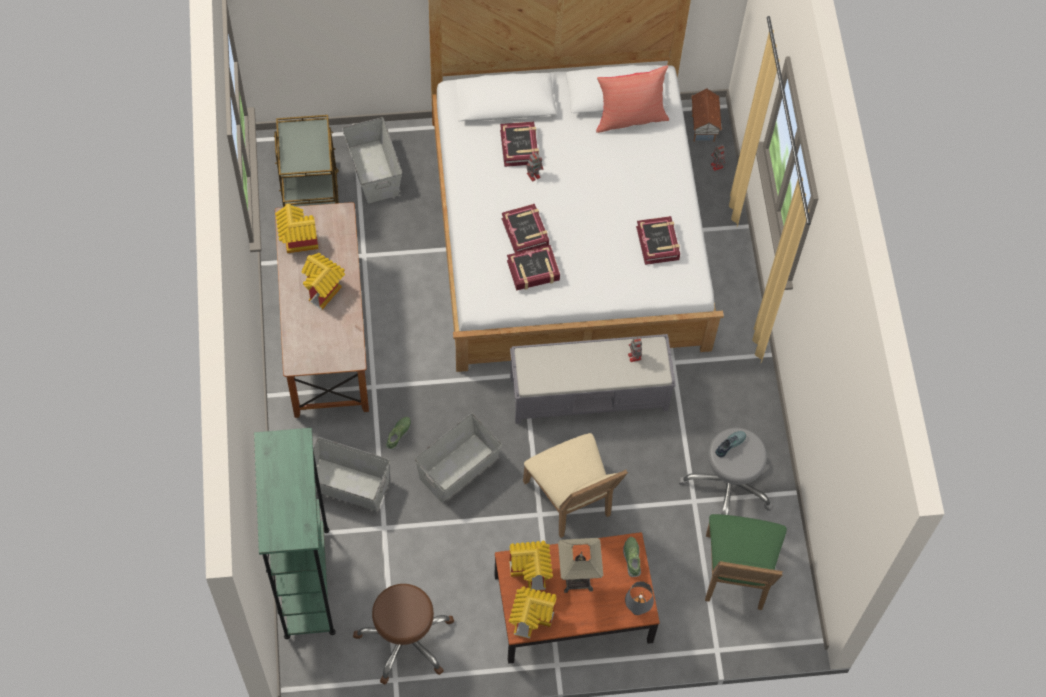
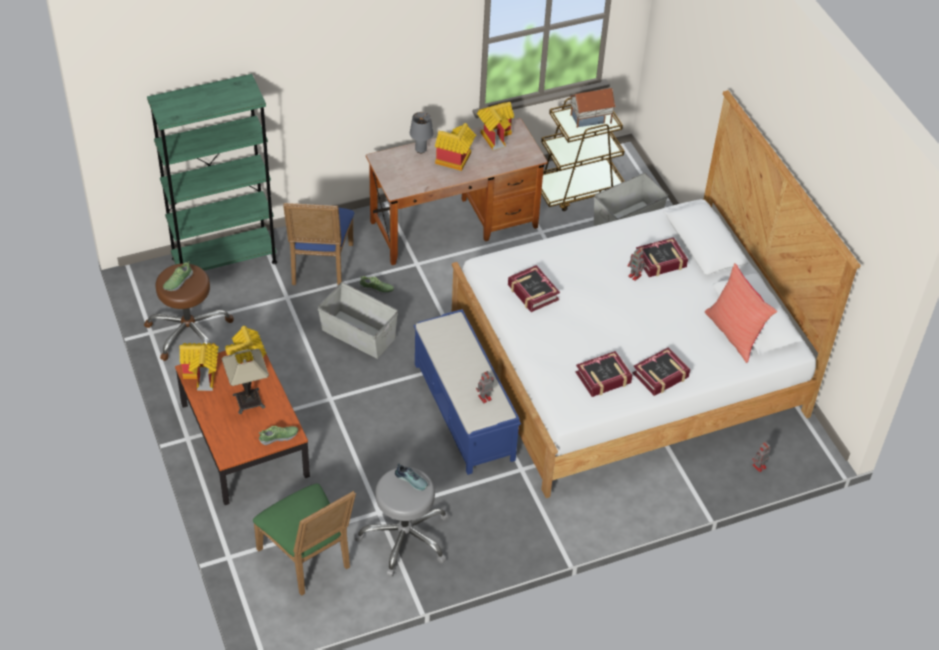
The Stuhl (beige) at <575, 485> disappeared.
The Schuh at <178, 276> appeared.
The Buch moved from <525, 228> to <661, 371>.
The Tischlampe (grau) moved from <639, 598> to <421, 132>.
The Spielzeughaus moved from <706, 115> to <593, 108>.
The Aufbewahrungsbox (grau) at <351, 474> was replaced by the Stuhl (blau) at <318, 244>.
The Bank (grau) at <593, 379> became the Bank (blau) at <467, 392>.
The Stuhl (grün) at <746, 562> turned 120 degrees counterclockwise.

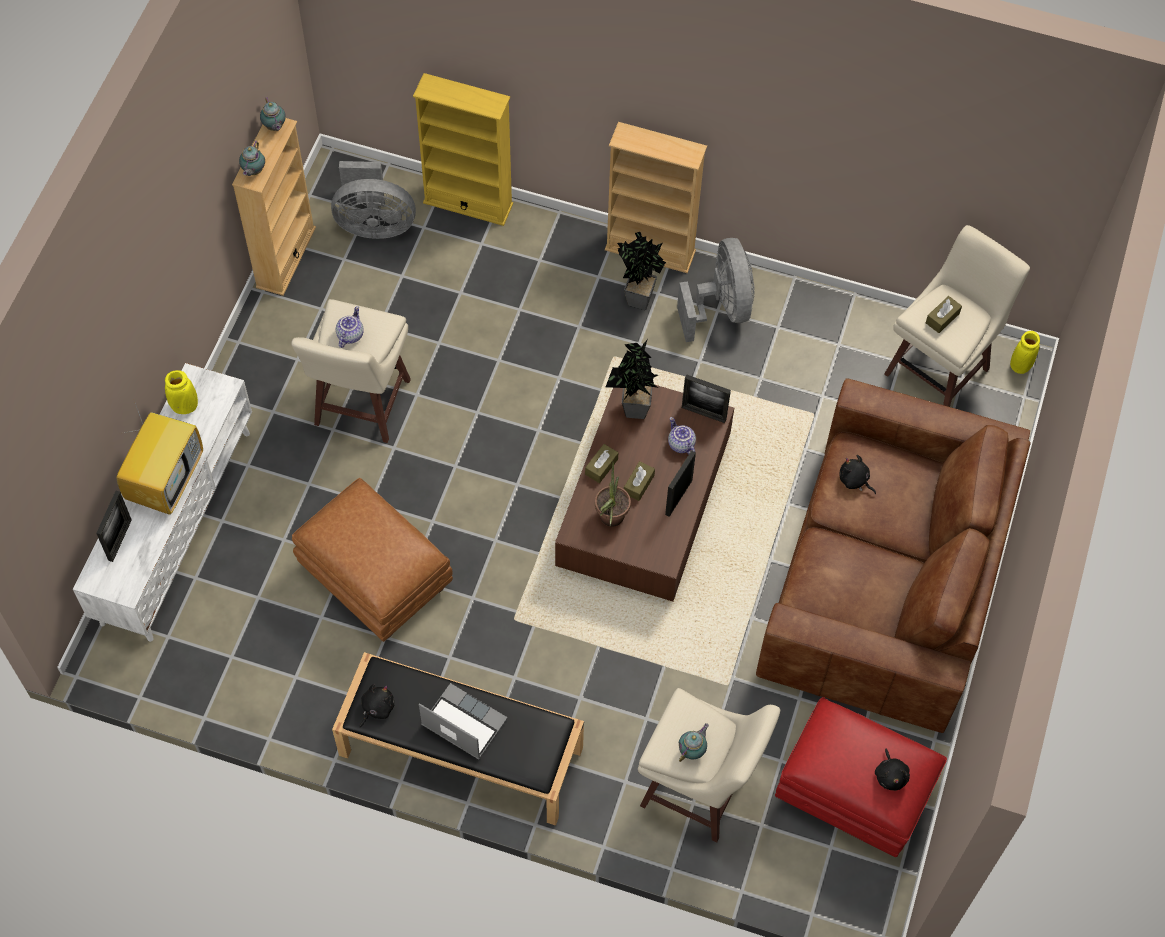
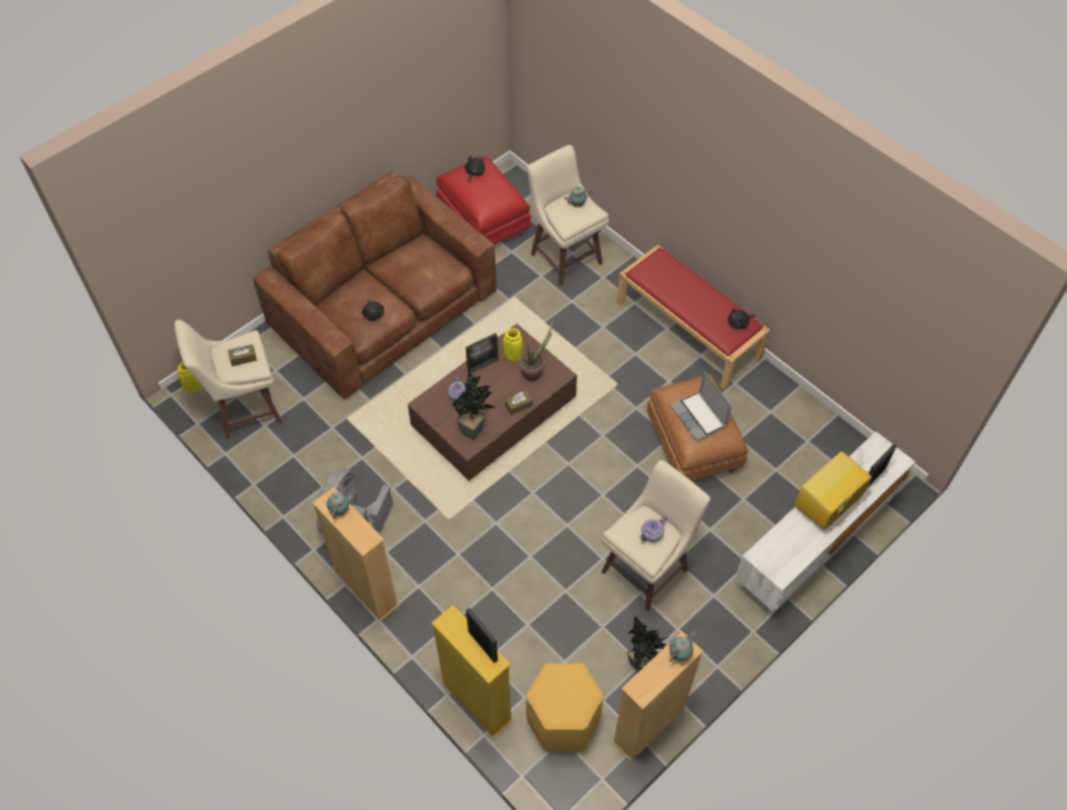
The Taschentuchbox (braun) at <639, 481> disappeared.
The Vase (gelb) moved from <181, 392> to <512, 345>.
The Teekanne moved from <273, 114> to <338, 502>.
The Laptop moved from <463, 721> to <701, 406>.
The Topfpflanze moved from <641, 271> to <648, 643>.
The Bilderrahmen moved from <706, 399> to <482, 635>.
The Ventilator (grau) at <373, 200> was replaced by the Hocker (gelb) at <565, 707>.
The Bank (schwarz) at <458, 739> became the Bank (rot) at <693, 317>.

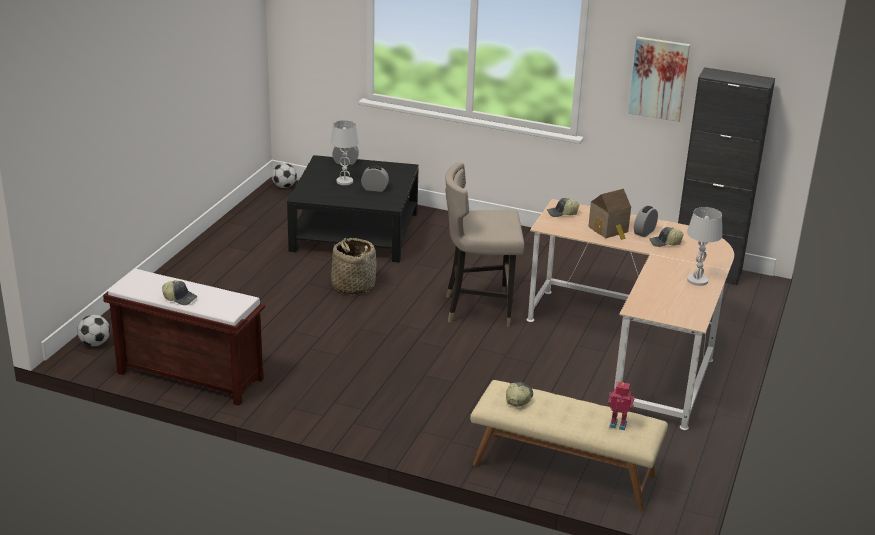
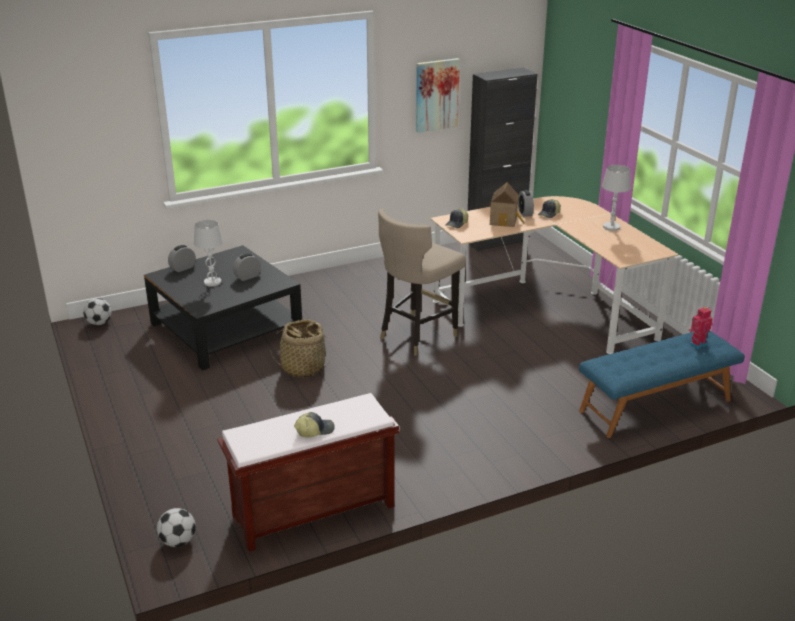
The Kappe at <519, 394> disappeared.
The Bank (beige) at <569, 445> became the Bank (blau) at <662, 384>.

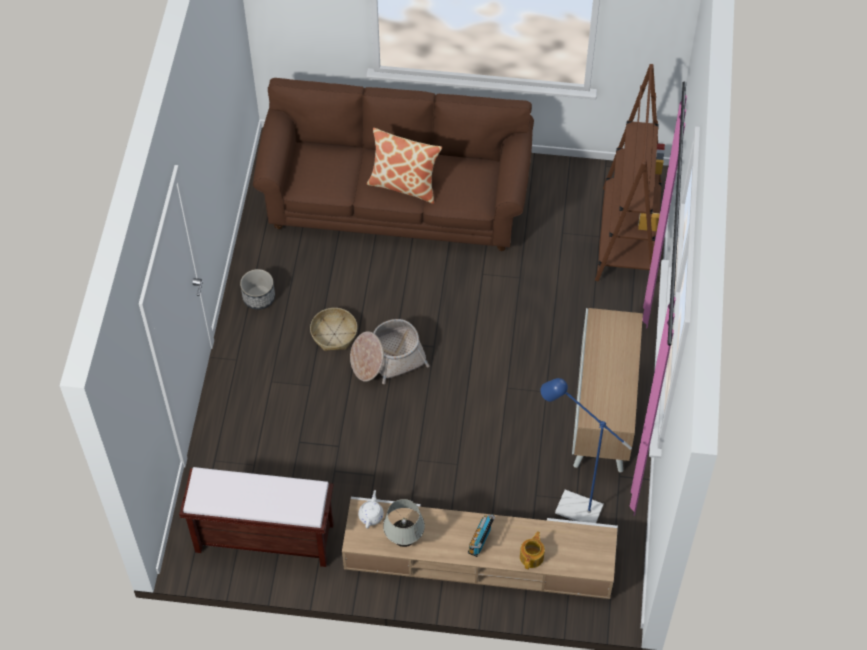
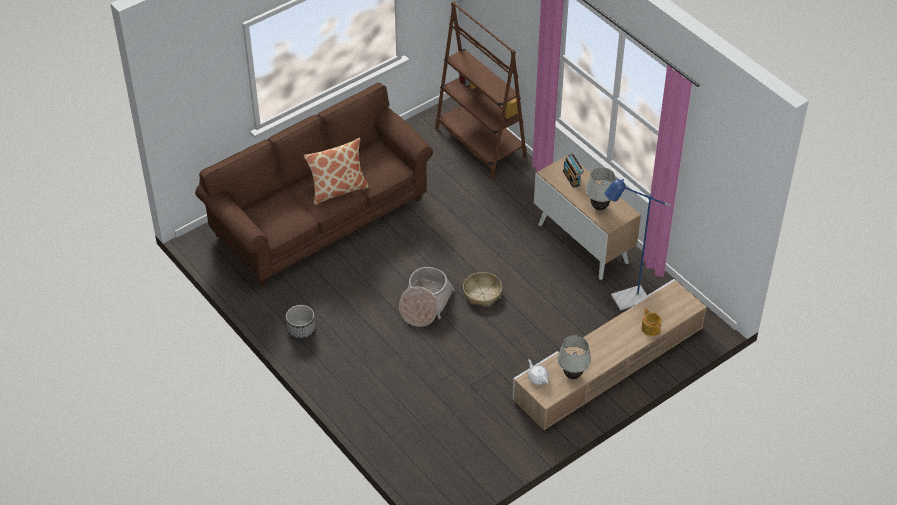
The Bank (braun) at <256, 517> disappeared.
The Tischlampe (weiß) at <600, 188> appeared.
The Korb moved from <333, 329> to <482, 289>.
The Radio moved from <481, 536> to <573, 170>.

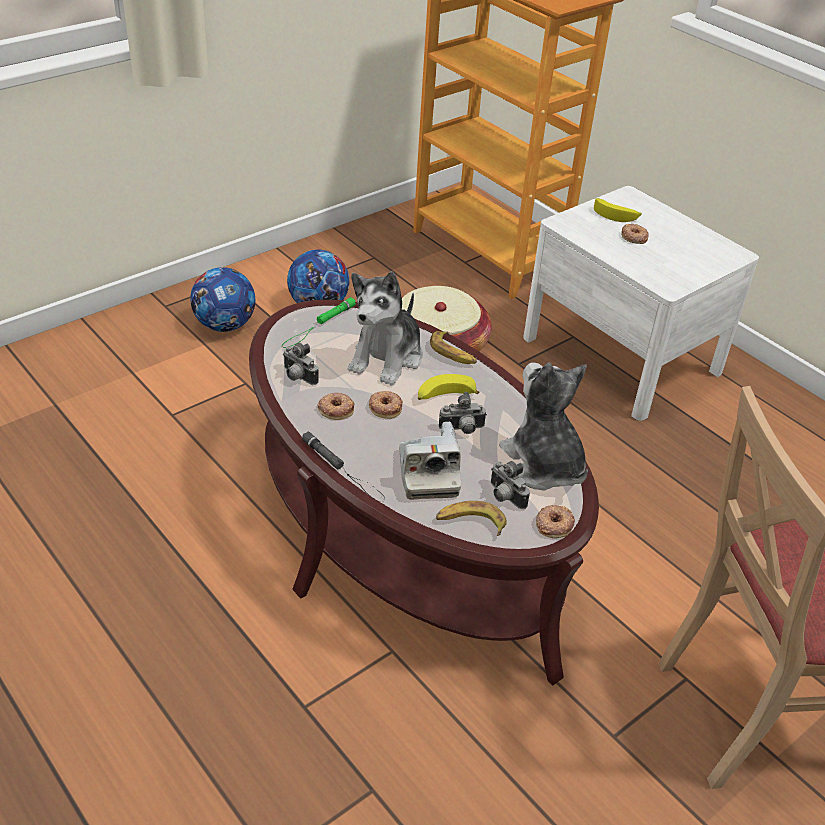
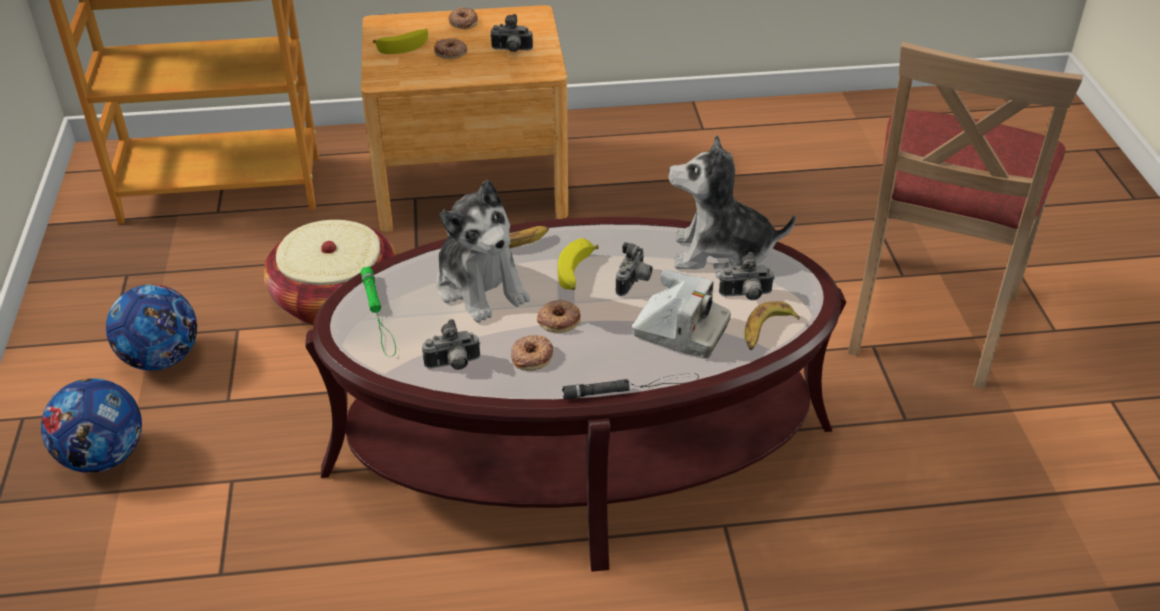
The Kamera at <511, 33> appeared.
The Donut moved from <555, 522> to <463, 18>.
The Nachttisch (weiß) at <641, 303> became the Nachttisch (braun) at <464, 118>.

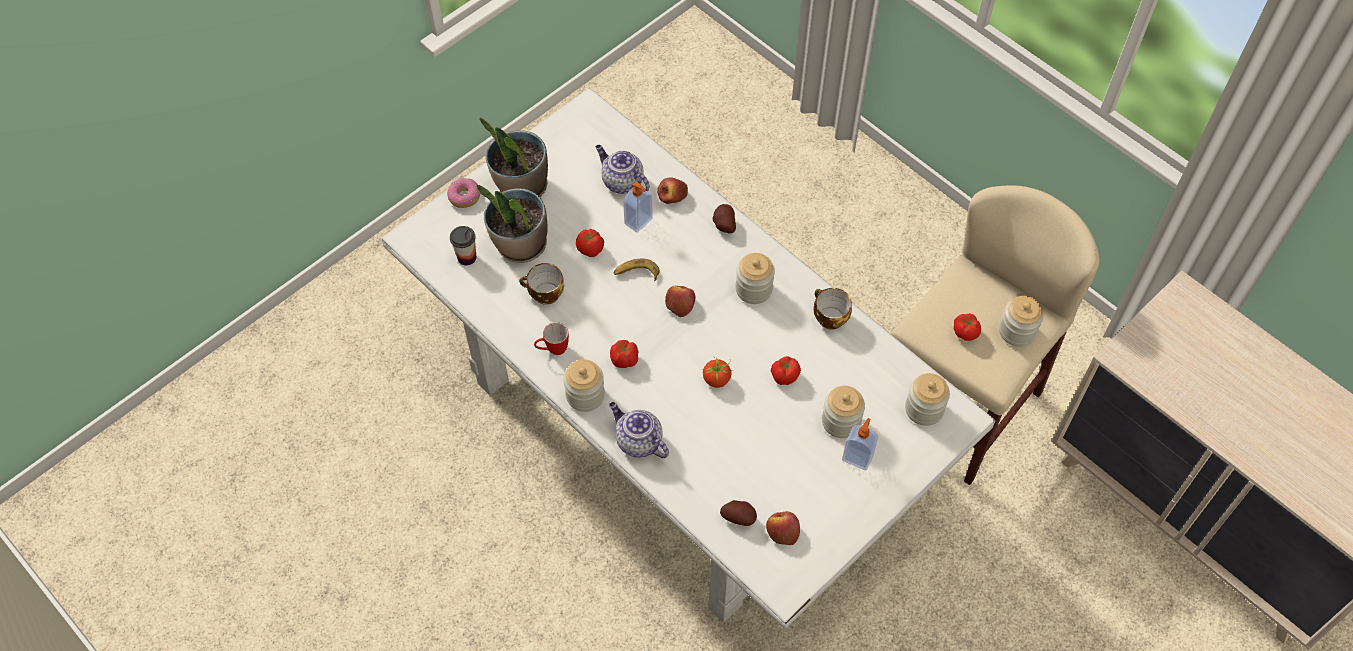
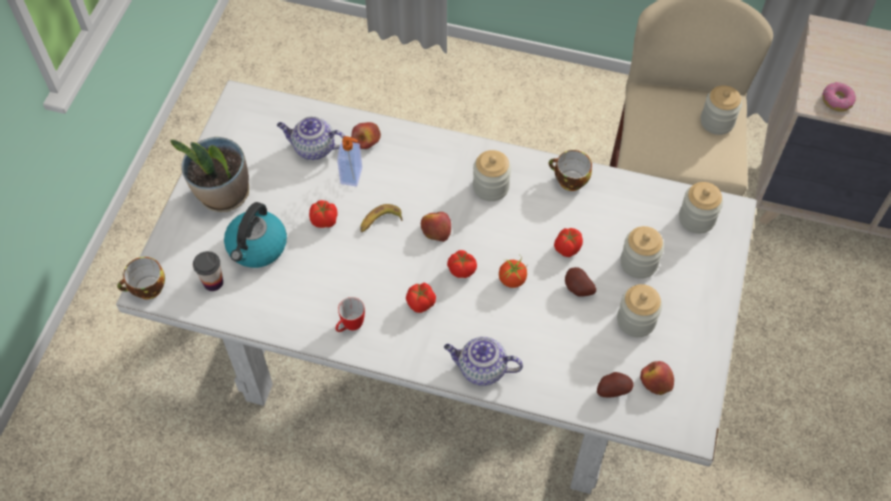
The Seifenspender at <860, 444> disappeared.
The Donut moved from <463, 193> to <839, 97>.
The Tasse moved from <541, 284> to <141, 278>.
The Vorratsglas moved from <584, 385> to <639, 310>.
The Kartoffel moved from <724, 218> to <580, 282>.
The Tomate moved from <967, 327> to <462, 264>.
The Topfpflanze at <512, 224> was replaced by the Wasserkessel at <255, 235>.

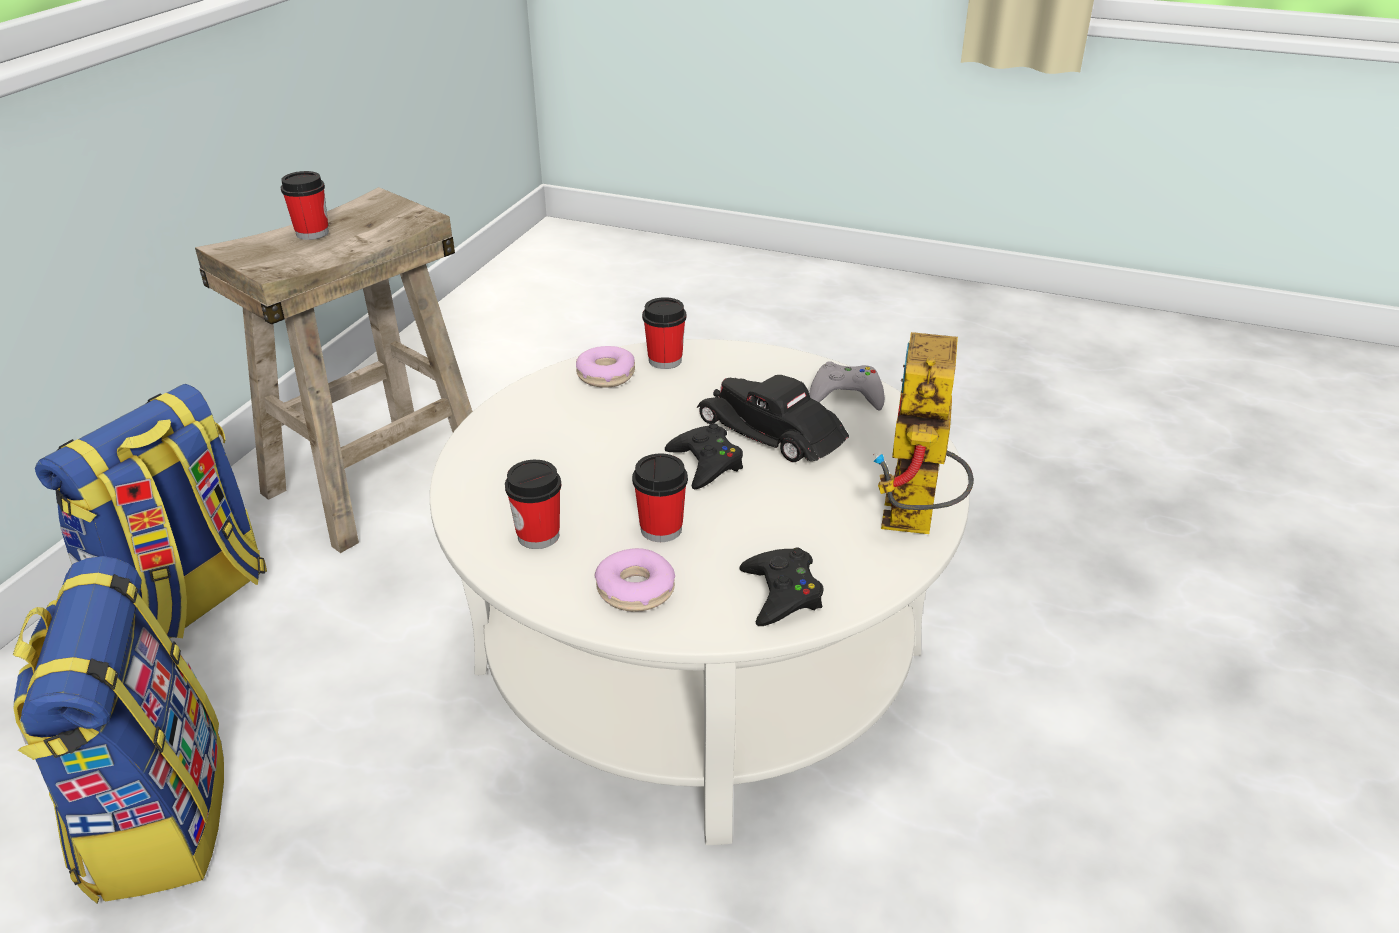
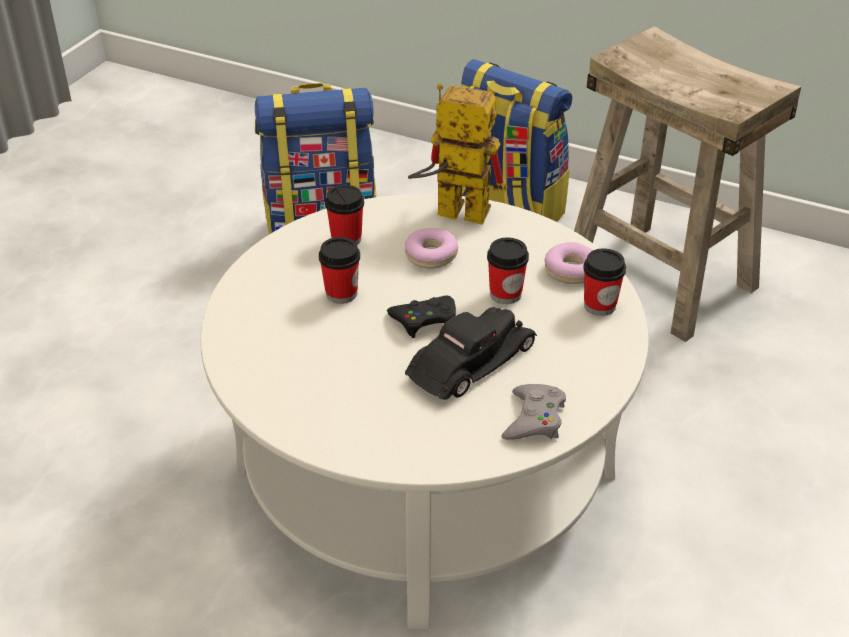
The Gamepad (schwarz) at <781, 587> disappeared.
The Tasse moved from <305, 205> to <508, 270>.
The Donut moved from <635, 580> to <431, 248>.
The Spielzeugroboter moved from <923, 433> to <457, 154>.

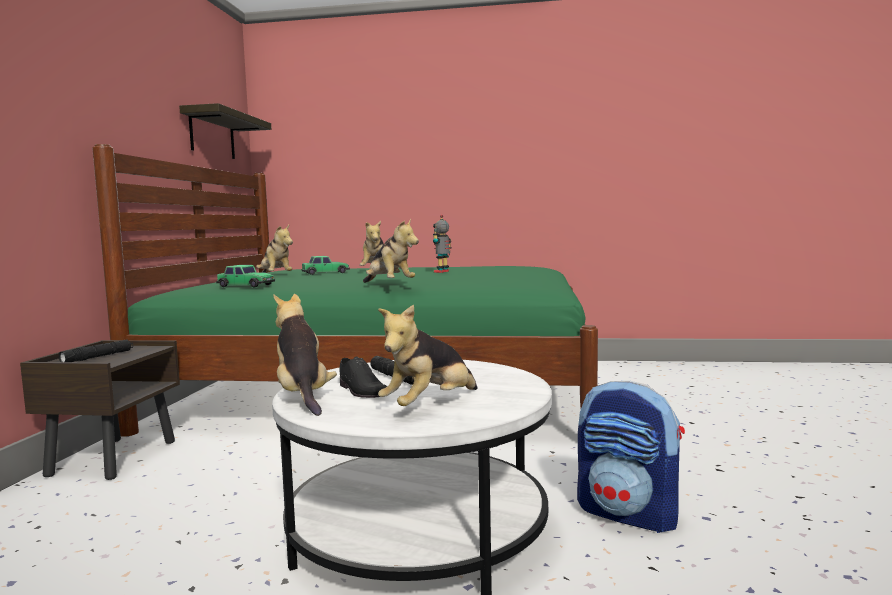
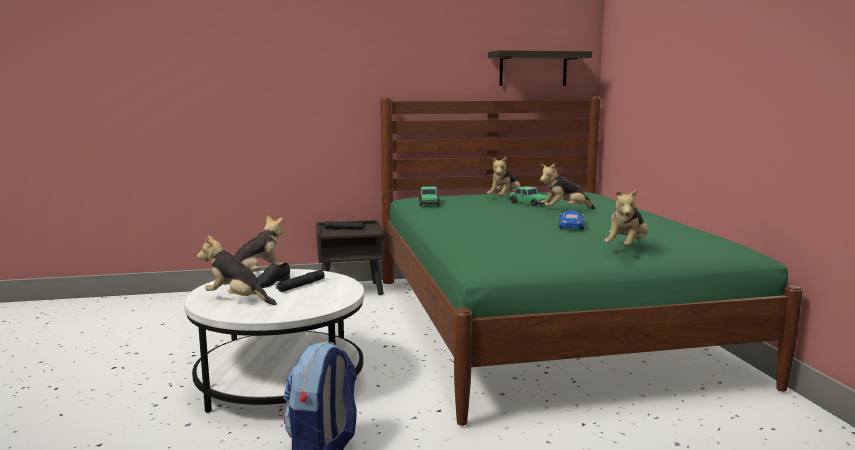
The Plüschtier moved from <391, 251> to <626, 218>.
The Spielzeugroboter at <442, 244> was replaced by the Spielzeugauto (blau) at <571, 220>.

